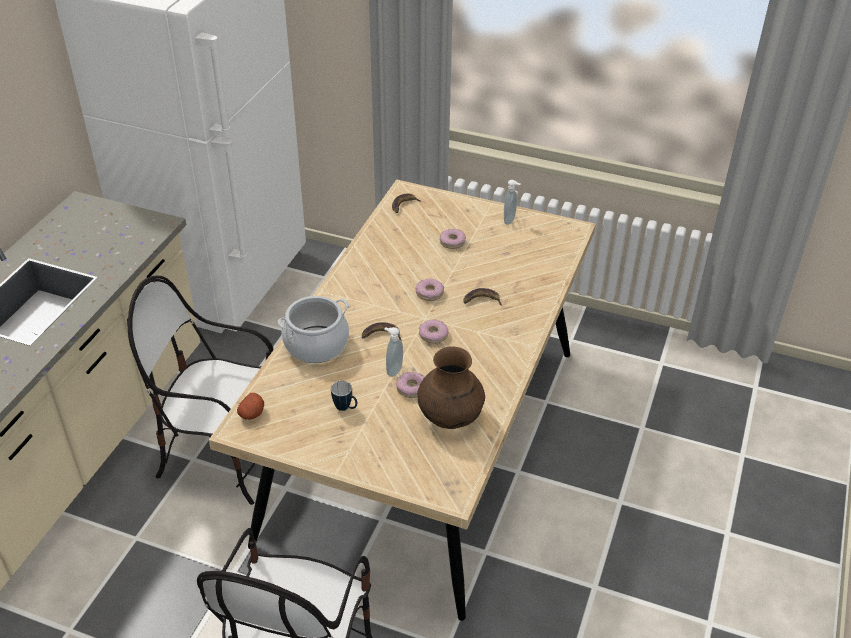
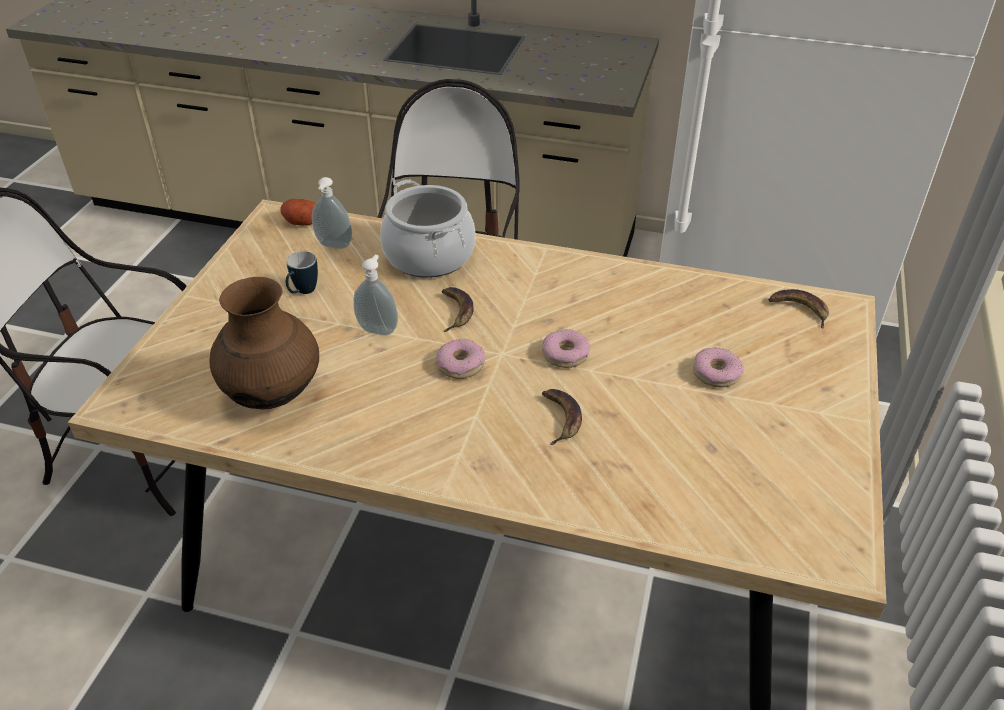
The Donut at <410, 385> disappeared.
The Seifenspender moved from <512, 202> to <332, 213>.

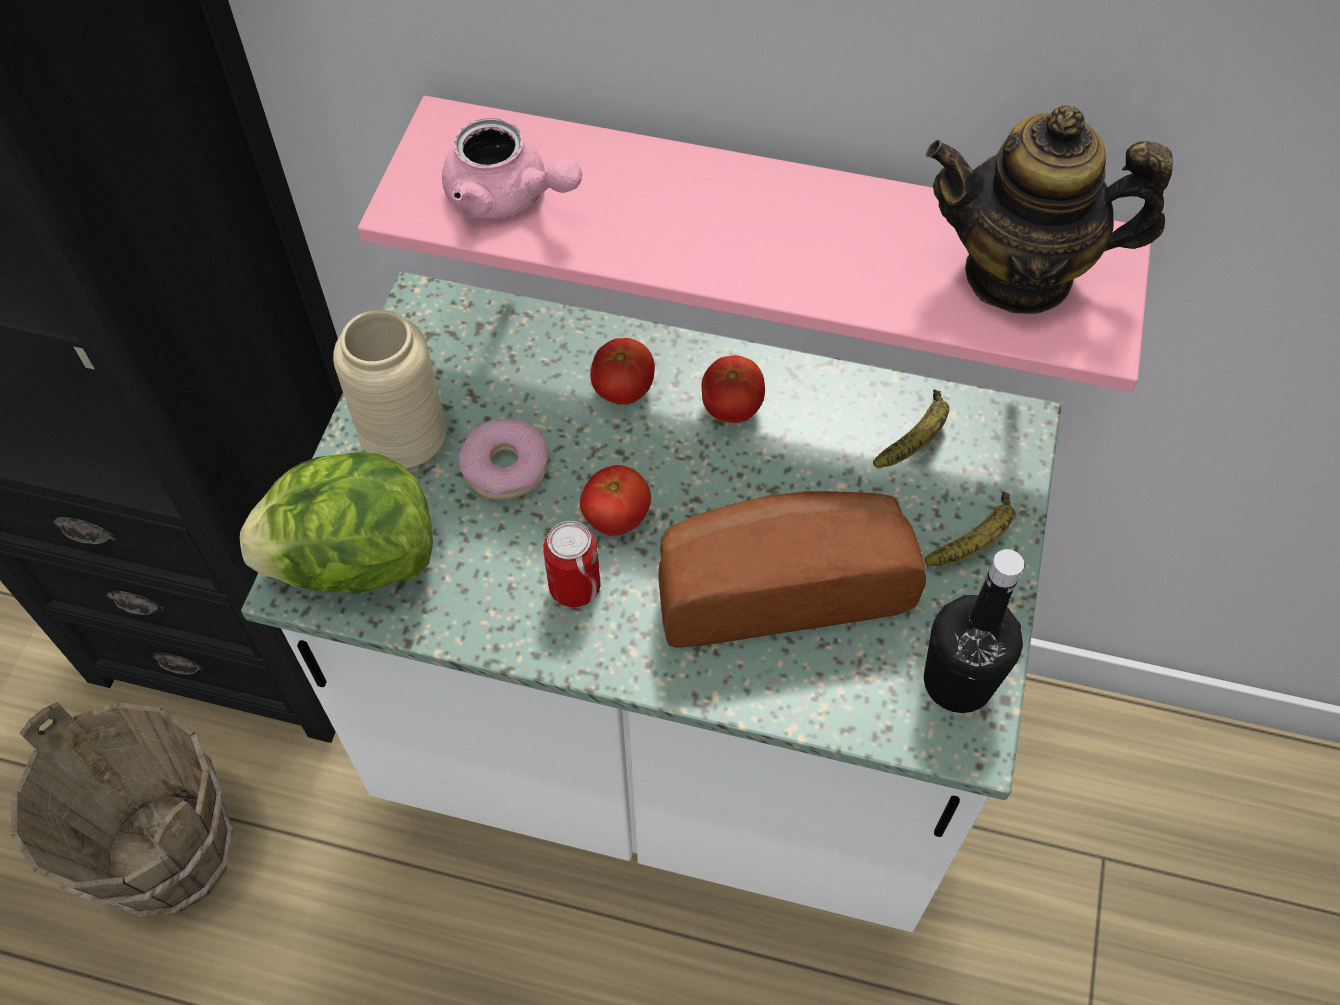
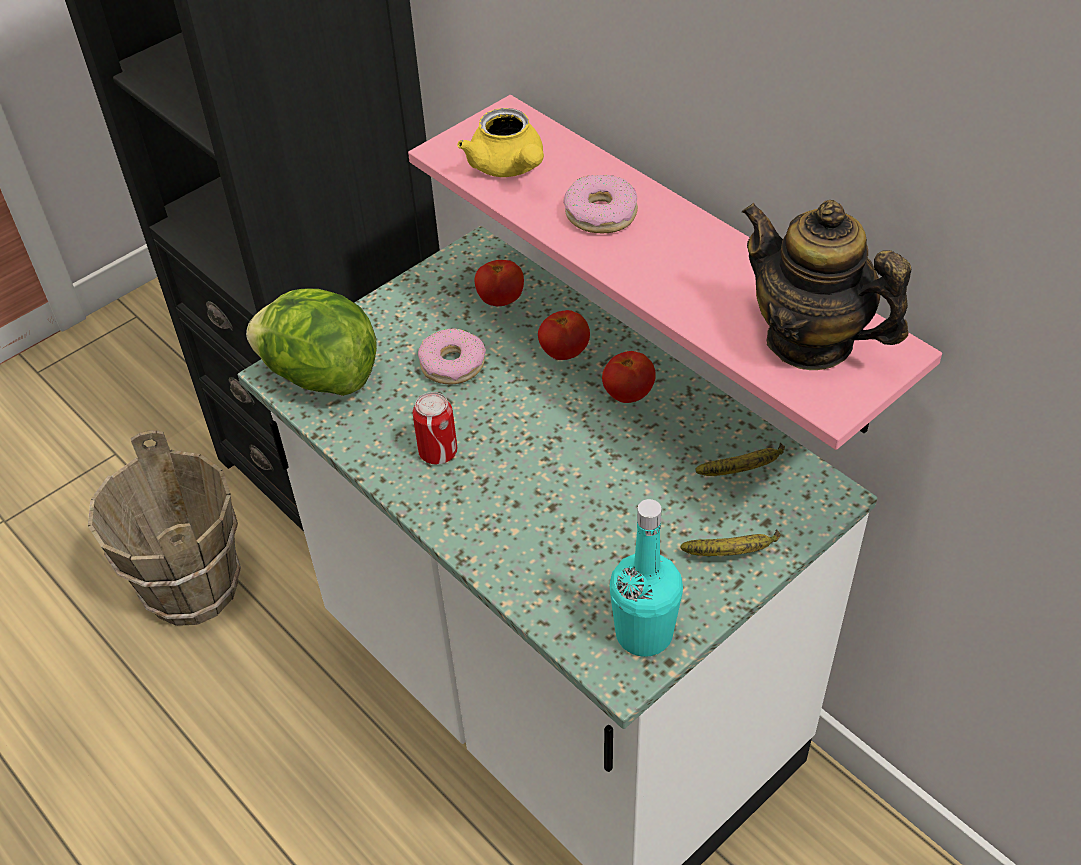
The Vase (beige) at <389, 389> disappeared.
The Brot at <792, 569> disappeared.
The Donut at <600, 204> appeared.
The Tomate moved from <615, 500> to <499, 283>.
The Teekanne (rosa) at <512, 168> became the Teekanne (gelb) at <500, 142>.
The Flasche (schwarz) at <974, 631> became the Flasche (türkis) at <646, 578>.

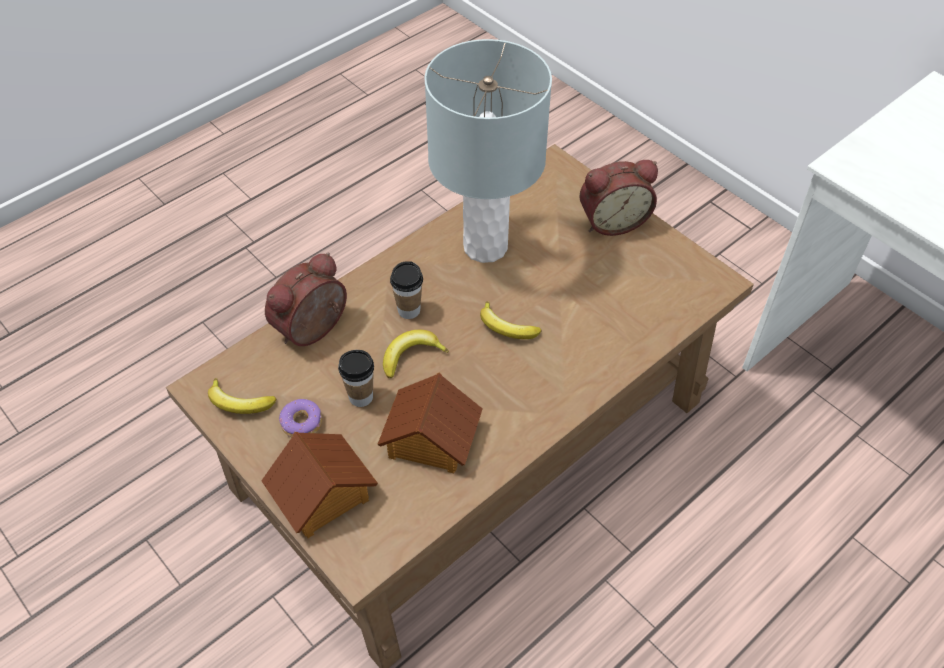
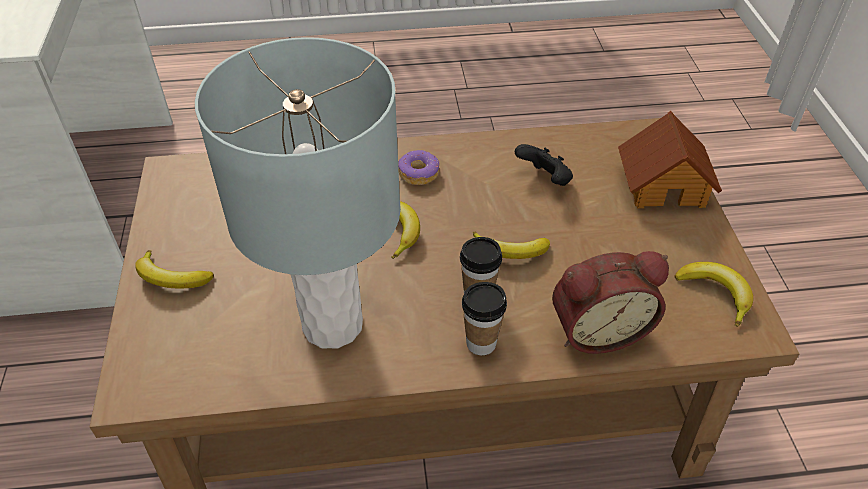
The Donut moved from <300, 418> to <419, 167>.
The Tasse moved from <356, 378> to <484, 318>.
The Spielzeughaus at <430, 423> was replaced by the Gamepad (schwarz) at <544, 165>.
The Wecker at <618, 198> was replaced by the Banane at <174, 269>.

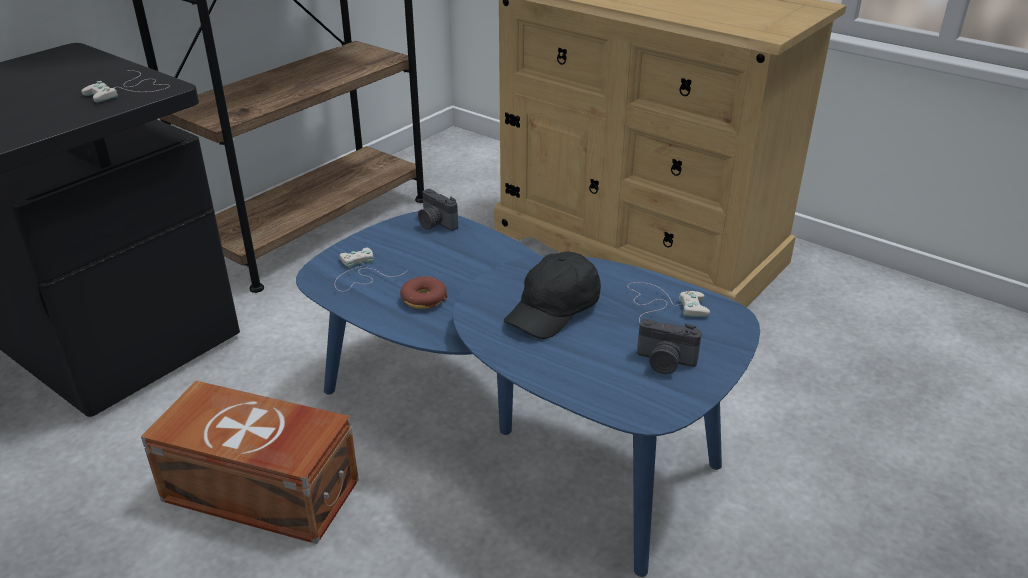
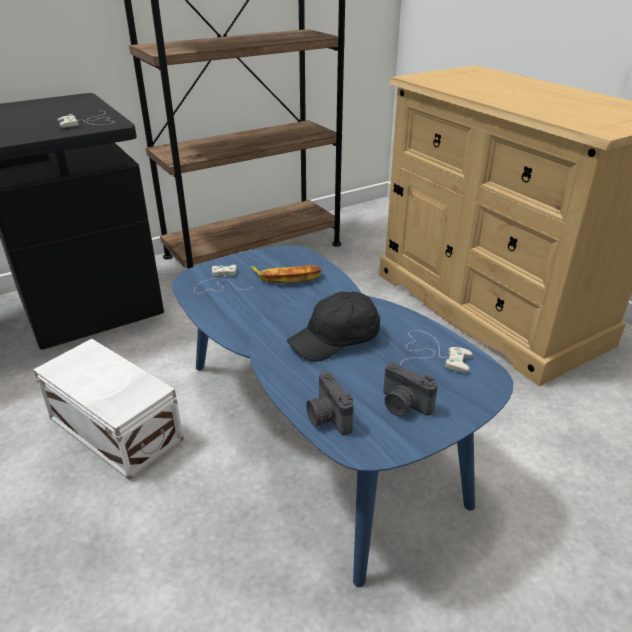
The Donut at <423, 292> disappeared.
The Banane at <286, 274> appeared.
The Kamera moved from <438, 210> to <330, 403>.
The Aufbewahrungsbox (braun) at <250, 462> became the Aufbewahrungsbox (weiß) at <108, 409>.

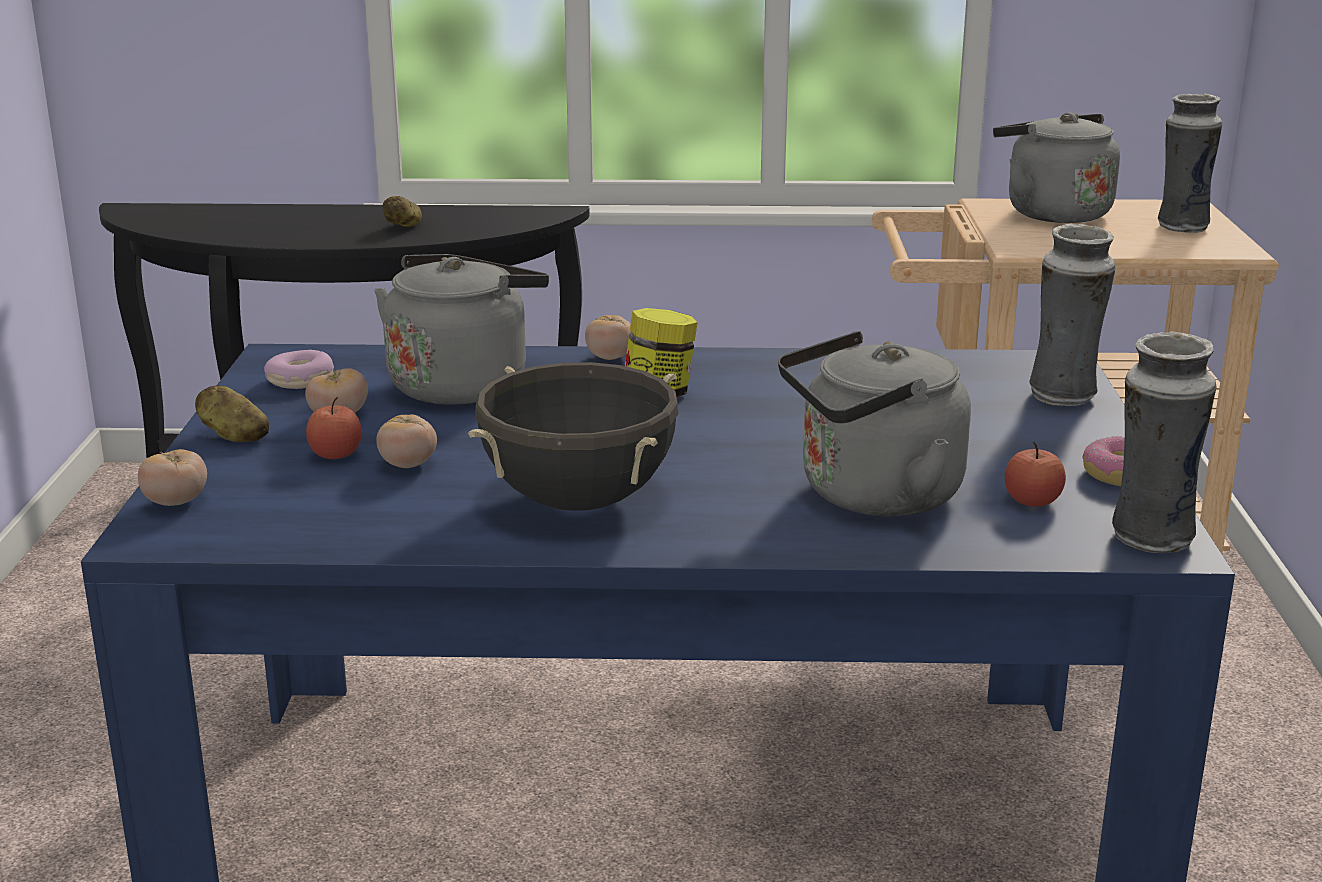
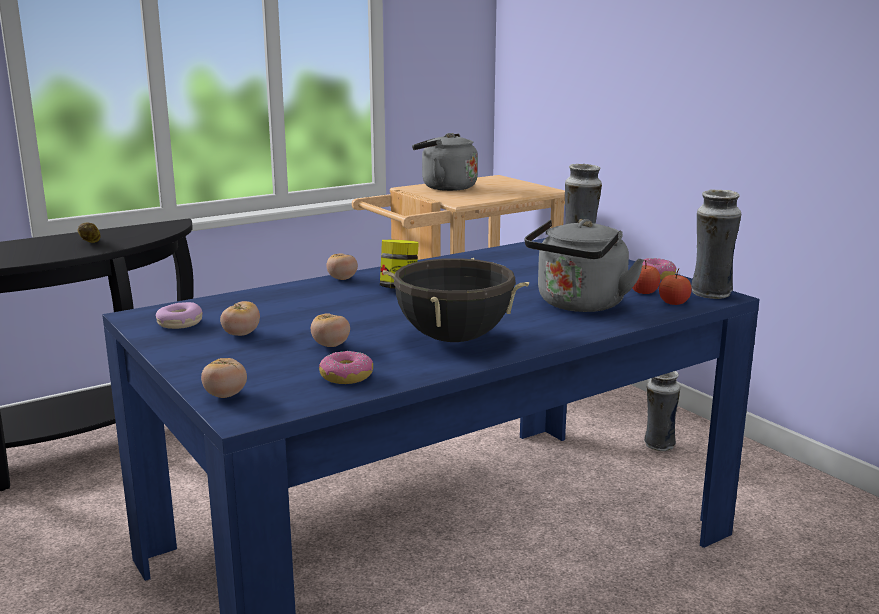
The Kartoffel at <232, 413> disappeared.
The Wasserkessel (grau) at <461, 329> disappeared.
The Donut at <346, 367> appeared.
The Apfel moved from <334, 428> to <675, 286>.
The Vase moved from <1190, 163> to <662, 411>.

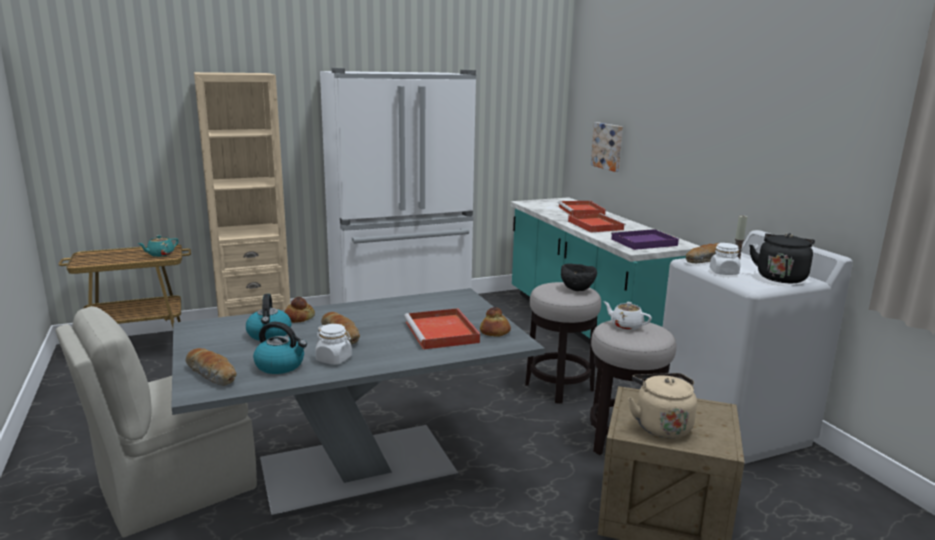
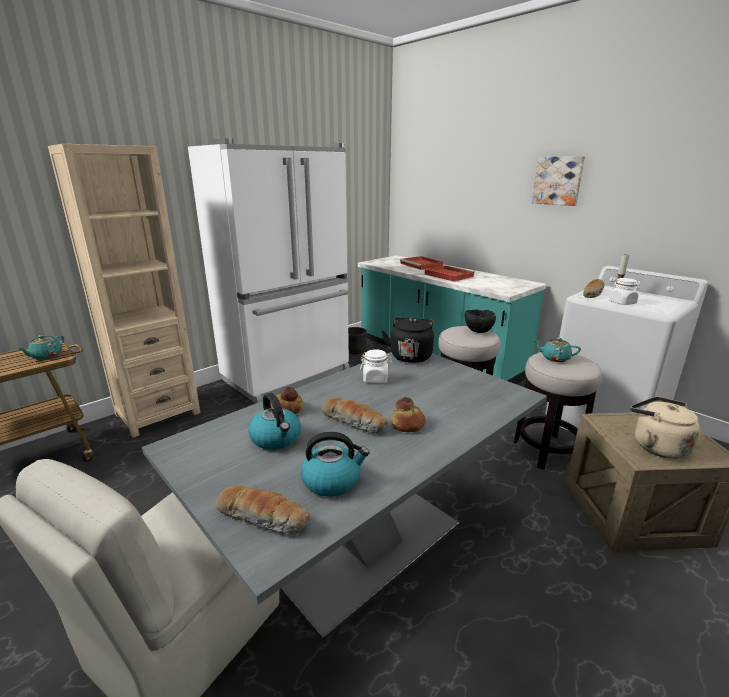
The Tablett (rot) at <442, 329> disappeared.
The Tablett (lila) at <645, 239> disappeared.
The Pflanzkübel (schwarz) at <357, 340> appeared.
The Vorratsglas (weiß) moved from <333, 344> to <376, 366>.
The Brot moved from <495, 322> to <408, 414>.
The Bild moved from <607, 147> to <558, 181>.
The Wasserkessel (schwarz) moved from <782, 258> to <408, 340>.
The Teekanne (weiß) at <627, 315> became the Teekanne (türkis) at <557, 350>.

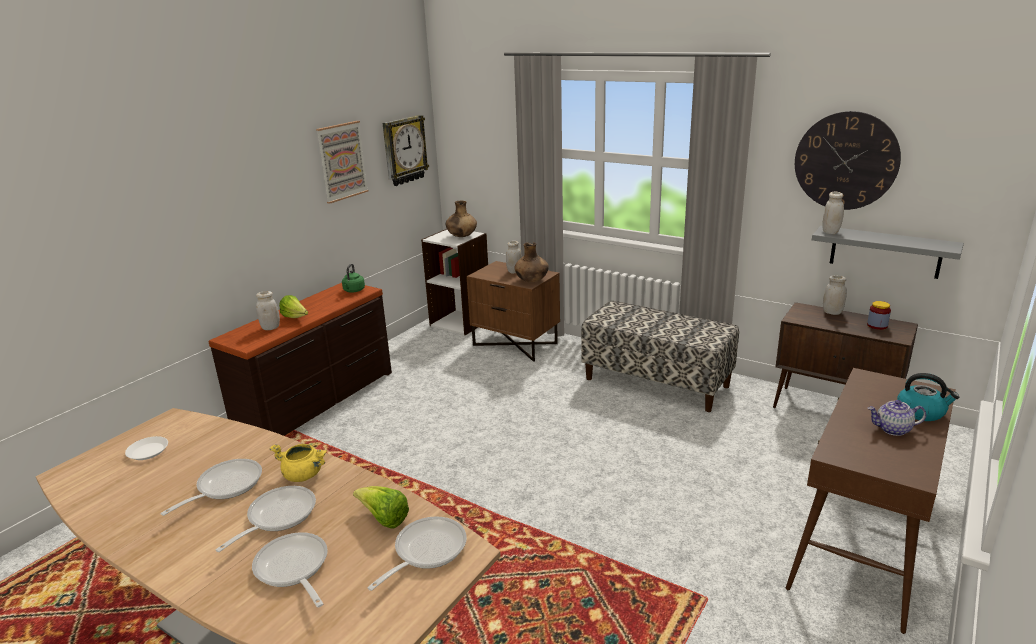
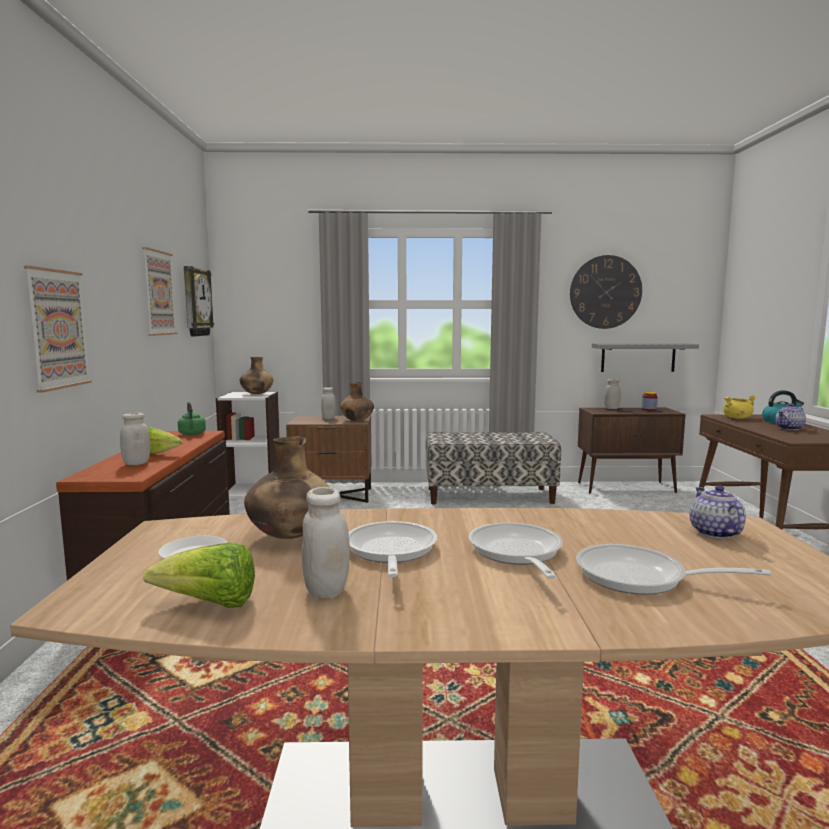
The Bild at <58, 329> appeared.
The Vase (braun) at <286, 488> appeared.
The Kochtopf (gelb) moved from <298, 463> to <739, 407>.
The Salatkopf moved from <381, 507> to <199, 575>.
The Vorratsglas (weiß) moved from <833, 213> to <326, 542>.
The Pfanne at <417, 553> was replaced by the Teekanne at <718, 512>.

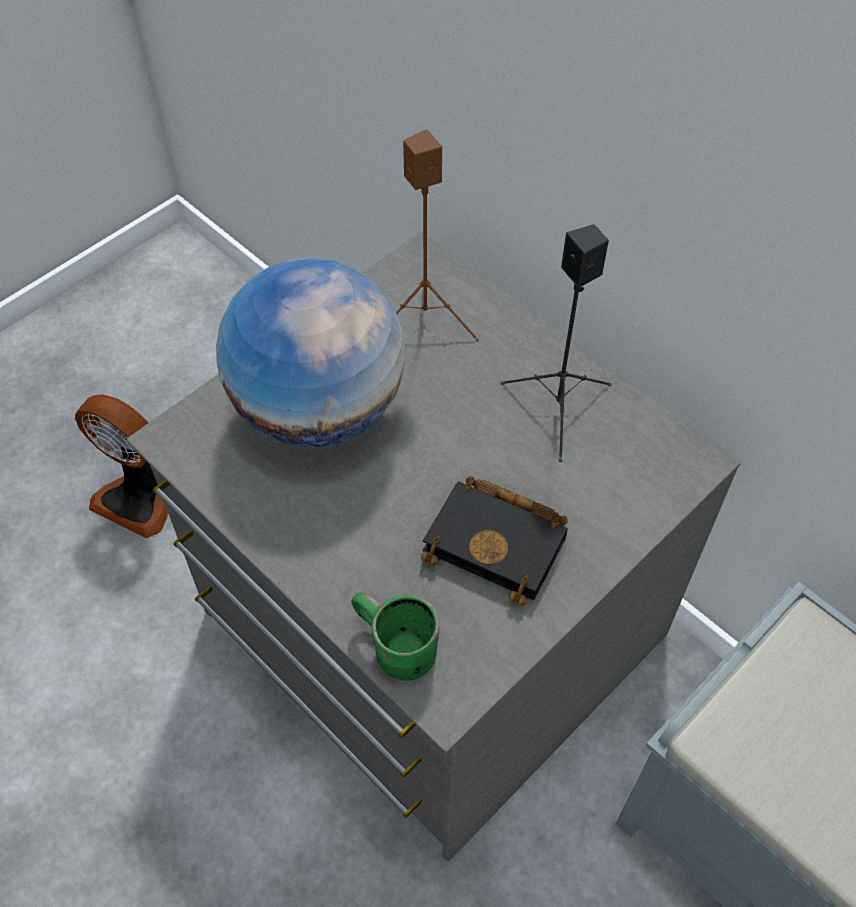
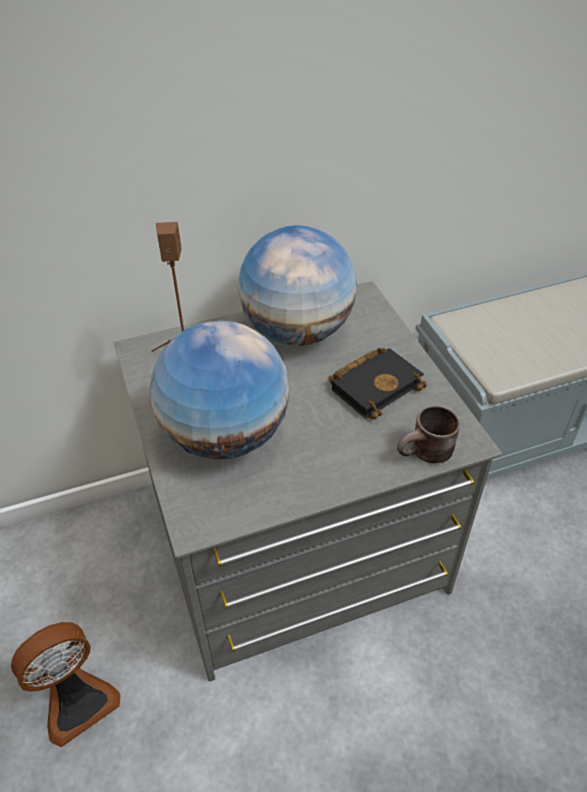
The Lautsprecher (schwarz) at <556, 343> was replaced by the Globus at <297, 285>.
The Henkelbecher (grün) at <395, 636> became the Henkelbecher (braun) at <428, 434>.

